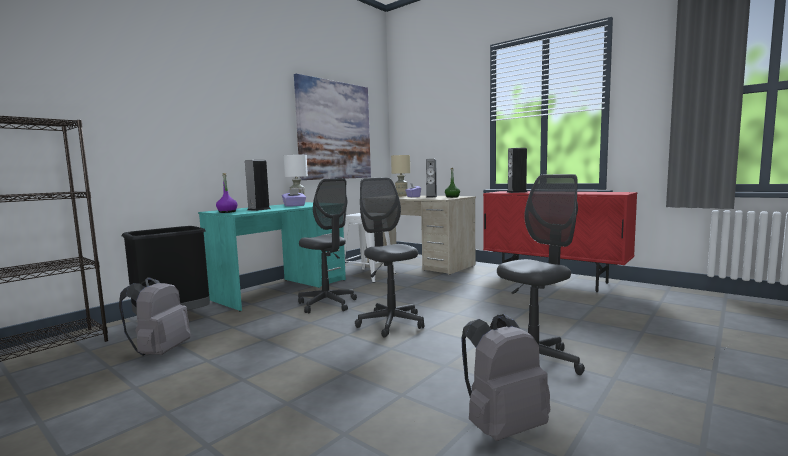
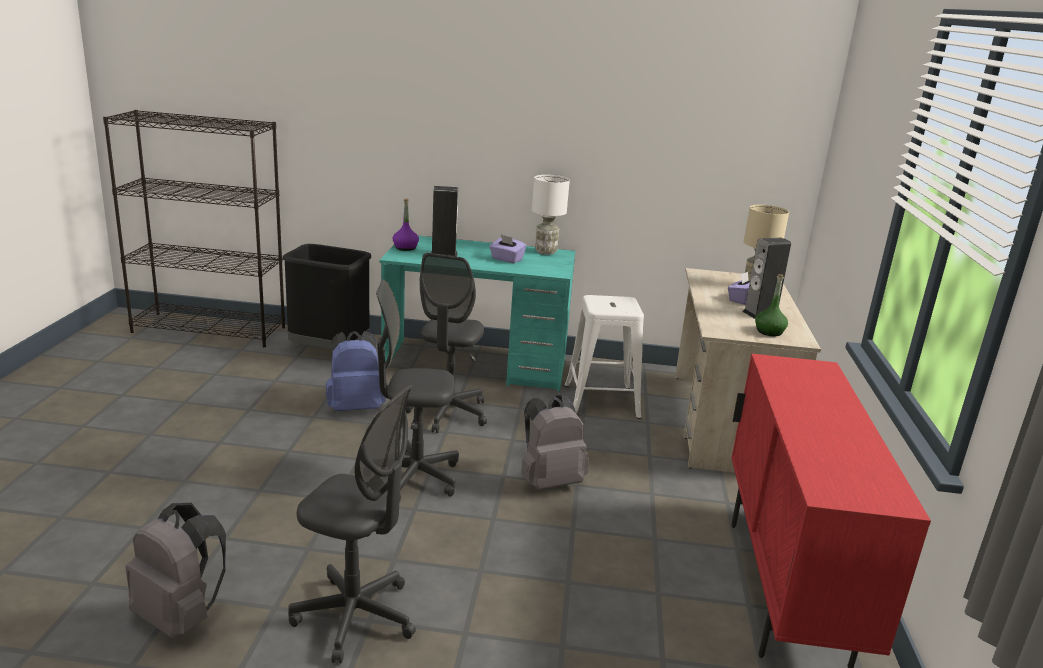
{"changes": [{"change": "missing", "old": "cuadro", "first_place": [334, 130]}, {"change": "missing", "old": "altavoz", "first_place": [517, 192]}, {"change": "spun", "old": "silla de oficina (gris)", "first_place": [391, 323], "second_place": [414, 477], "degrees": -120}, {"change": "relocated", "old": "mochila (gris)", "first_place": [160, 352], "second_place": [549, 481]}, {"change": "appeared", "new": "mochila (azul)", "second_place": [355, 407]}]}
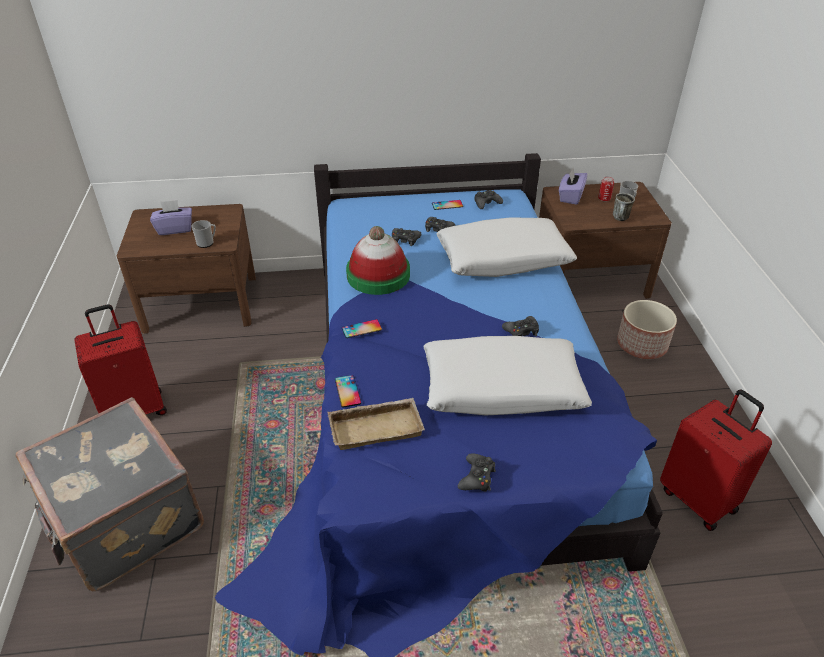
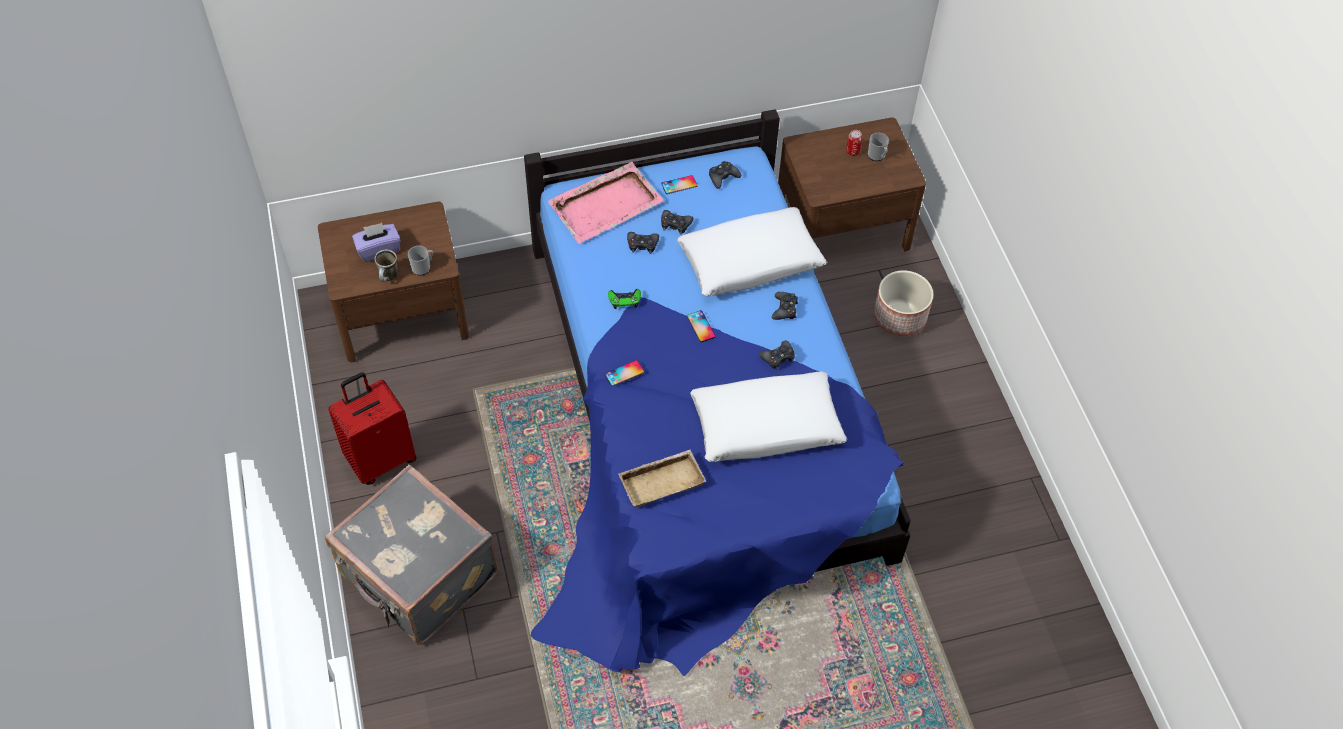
{"changes": [{"change": "missing", "old": "caja de pañuelos (morado)", "first_place": [570, 196]}, {"change": "relocated", "old": "taza grande", "first_place": [621, 219], "second_place": [389, 277]}, {"change": "exchanged", "old": "sombrero", "new": "mando de consola (verde)", "first_place": [378, 275], "second_place": [624, 300]}, {"change": "relocated", "old": "móvil", "first_place": [347, 391], "second_place": [701, 326]}, {"change": "missing", "old": "maleta (rojo)", "first_place": [699, 499]}, {"change": "relocated", "old": "mando de consola (negro)", "first_place": [477, 477], "second_place": [784, 309]}, {"change": "appeared", "new": "bandeja (rosa)", "second_place": [607, 204]}]}
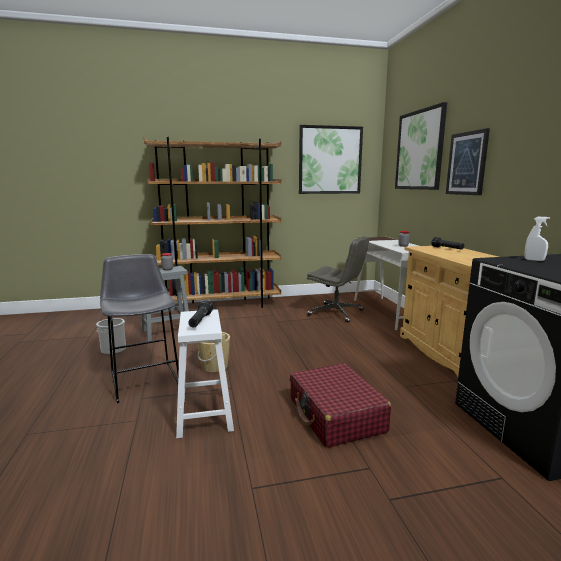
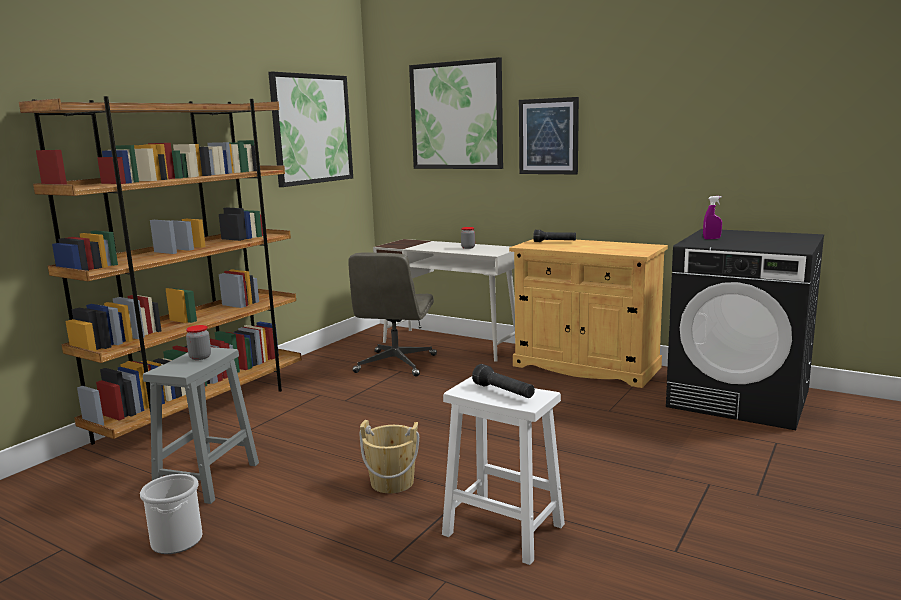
{"changes": [{"change": "colour", "old": "pulverizador (blanco)", "new": "pulverizador (morado)", "first_place": [534, 260], "second_place": [711, 238]}, {"change": "spun", "old": "silla de oficina (gris)", "first_place": [336, 313], "second_place": [396, 364], "degrees": 120}, {"change": "missing", "old": "taburete (gris)", "first_place": [145, 378]}, {"change": "missing", "old": "maleta (rojo)", "first_place": [336, 415]}]}
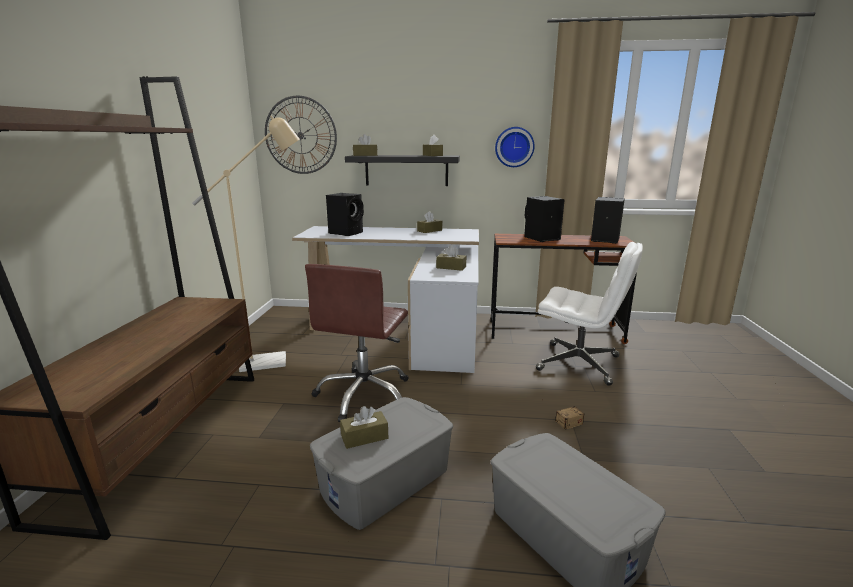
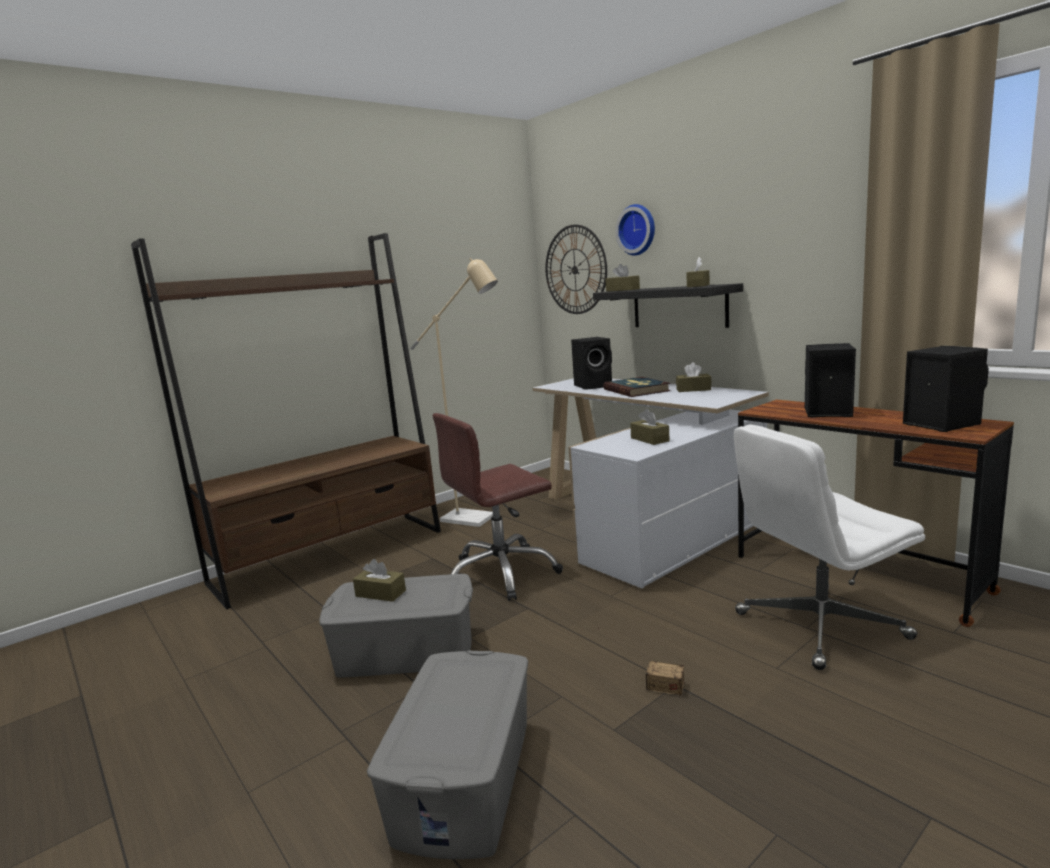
{"changes": [{"change": "relocated", "old": "reloj de pared", "first_place": [514, 147], "second_place": [638, 230]}, {"change": "spun", "old": "silla de oficina (blanco)", "first_place": [579, 363], "second_place": [819, 626], "degrees": 90}, {"change": "appeared", "new": "libro", "second_place": [636, 390]}]}
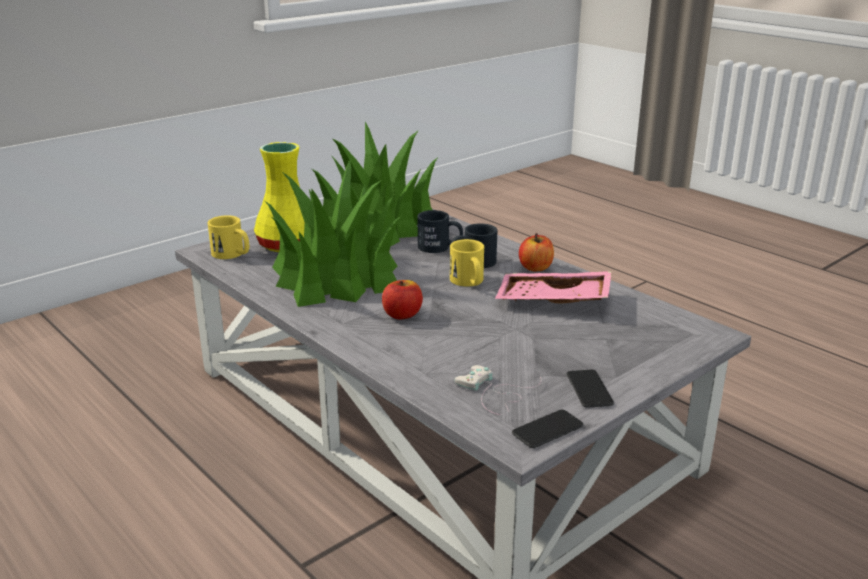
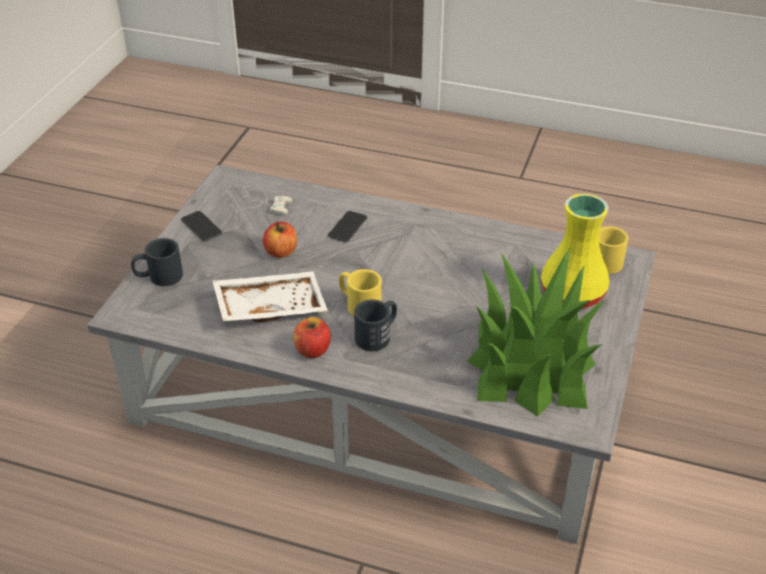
{"changes": [{"change": "missing", "old": "planta en maceta", "first_place": [337, 277]}, {"change": "relocated", "old": "taza grande (negro)", "first_place": [440, 247], "second_place": [158, 277]}, {"change": "colour", "old": "bandeja (rosa)", "new": "bandeja (blanco)", "first_place": [552, 301], "second_place": [270, 306]}, {"change": "relocated", "old": "manzana", "first_place": [402, 315], "second_place": [281, 252]}, {"change": "relocated", "old": "móvil", "first_place": [547, 430], "second_place": [347, 227]}]}
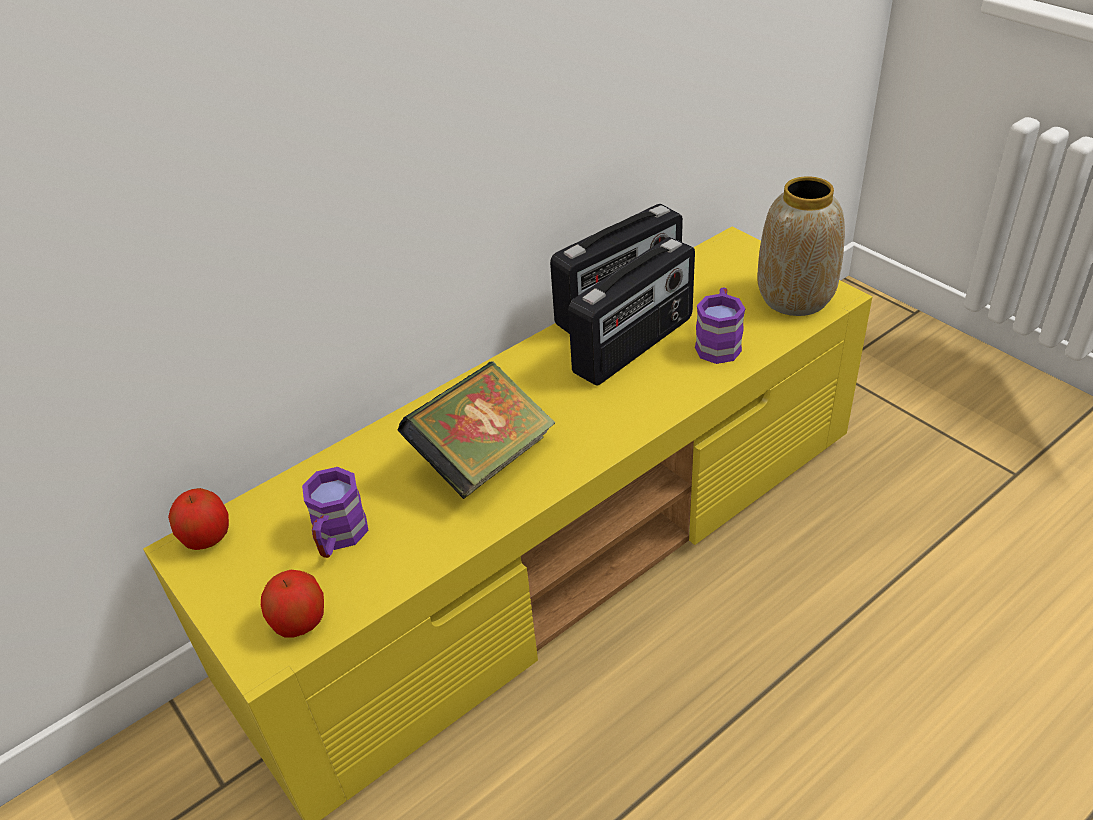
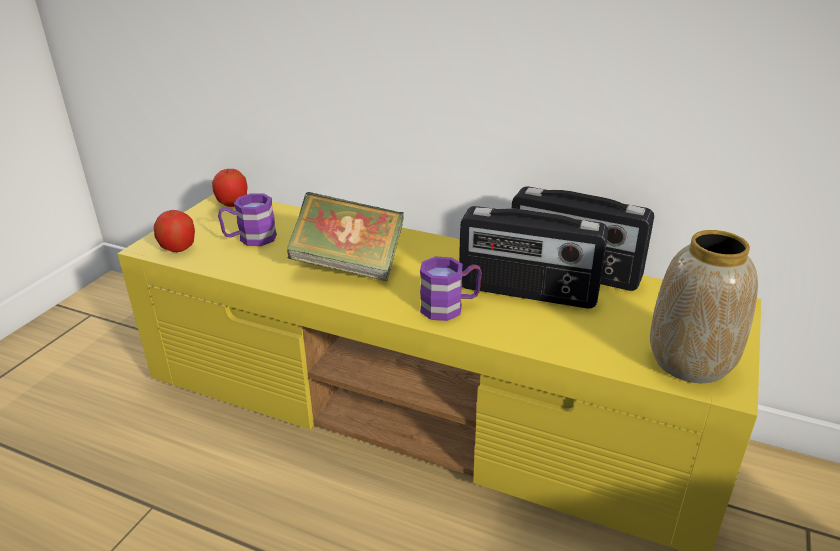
{"changes": [{"change": "relocated", "old": "taza grande (morado)", "first_place": [719, 342], "second_place": [450, 307]}]}
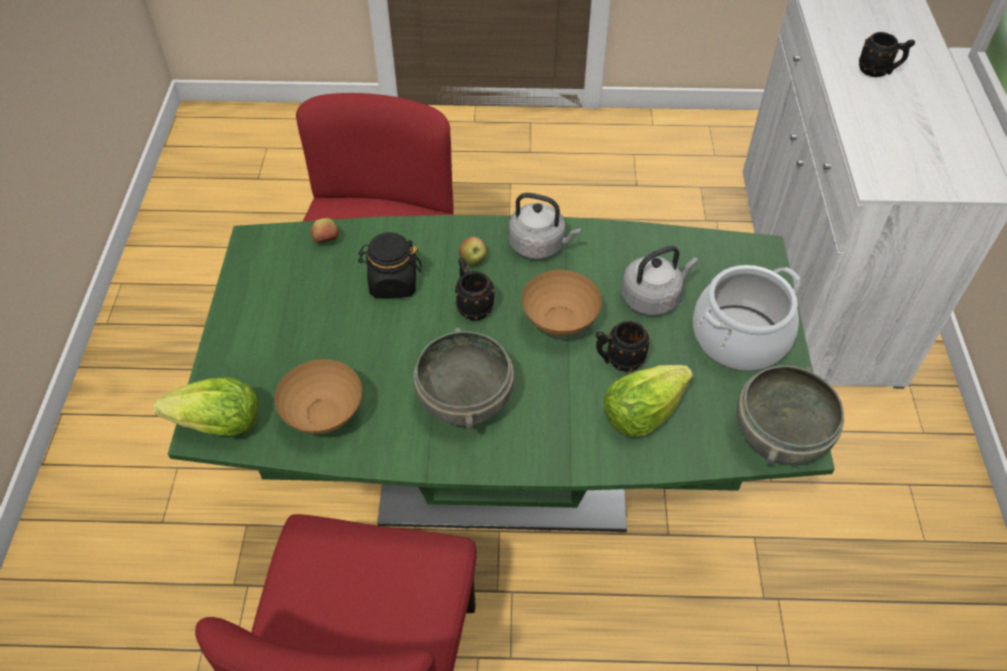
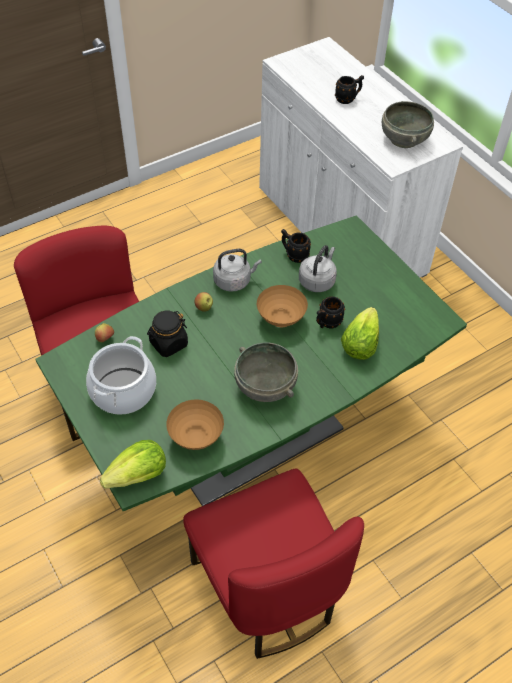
{"changes": [{"change": "relocated", "old": "taza grande (negro)", "first_place": [472, 305], "second_place": [294, 255]}, {"change": "relocated", "old": "olla", "first_place": [739, 337], "second_place": [123, 391]}, {"change": "relocated", "old": "cuenco (gris)", "first_place": [778, 435], "second_place": [403, 139]}]}
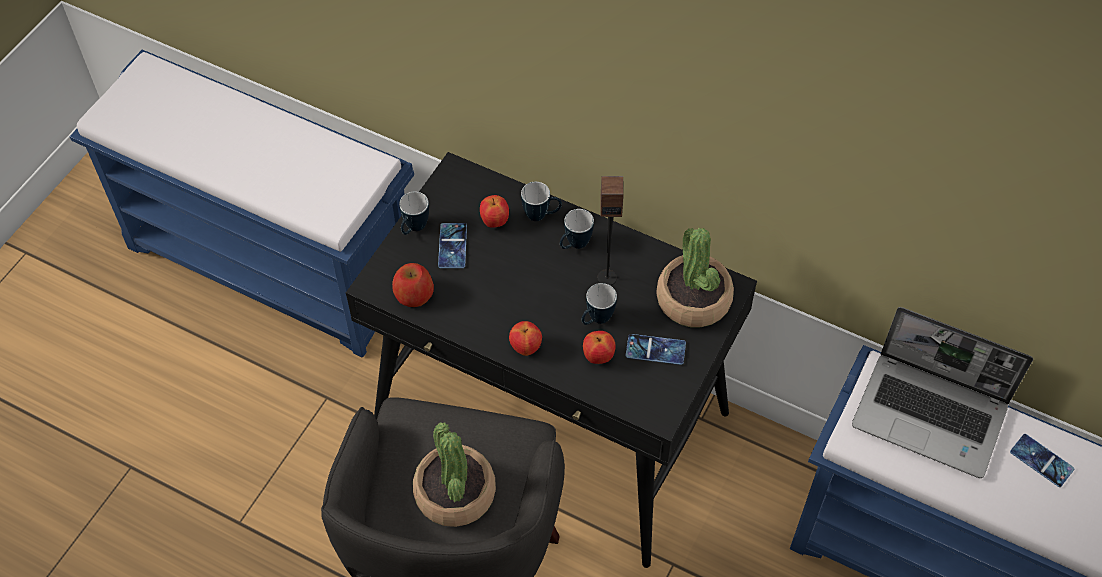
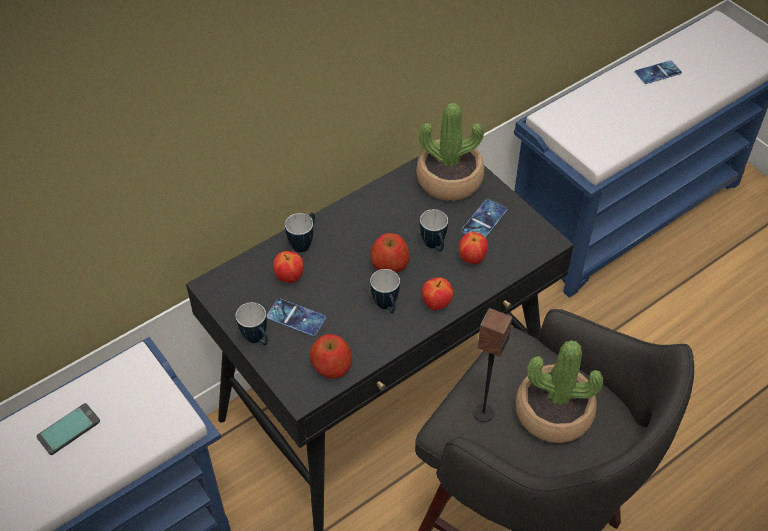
{"changes": [{"change": "relocated", "old": "altavoz", "first_place": [607, 277], "second_place": [483, 412]}, {"change": "relocated", "old": "taza grande", "first_place": [574, 245], "second_place": [387, 307]}, {"change": "missing", "old": "portátil", "first_place": [932, 415]}, {"change": "appeared", "new": "manzana", "second_place": [389, 264]}, {"change": "appeared", "new": "móvil", "second_place": [68, 429]}]}
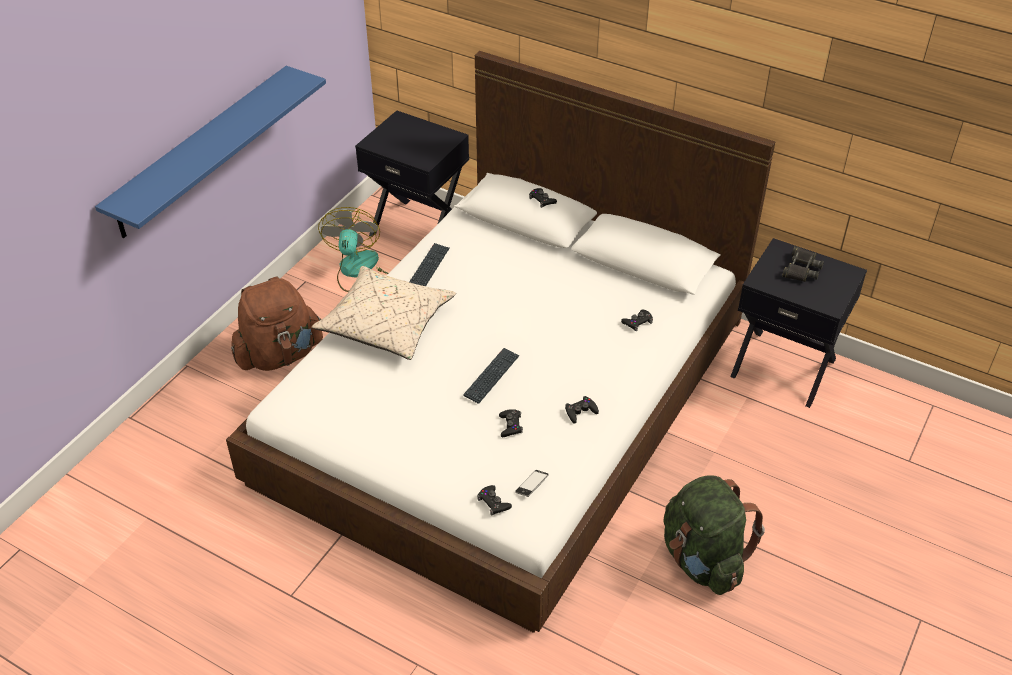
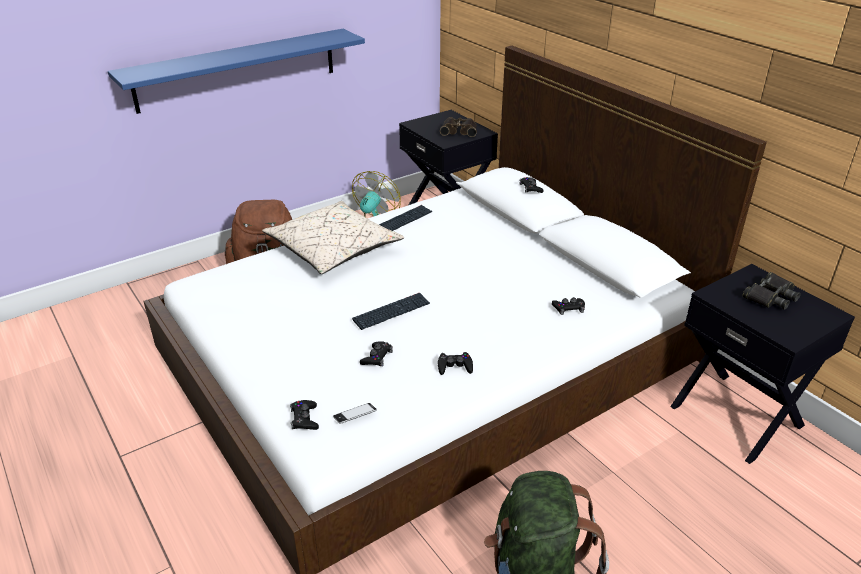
{"changes": [{"change": "appeared", "new": "prismáticos", "second_place": [459, 131]}]}
